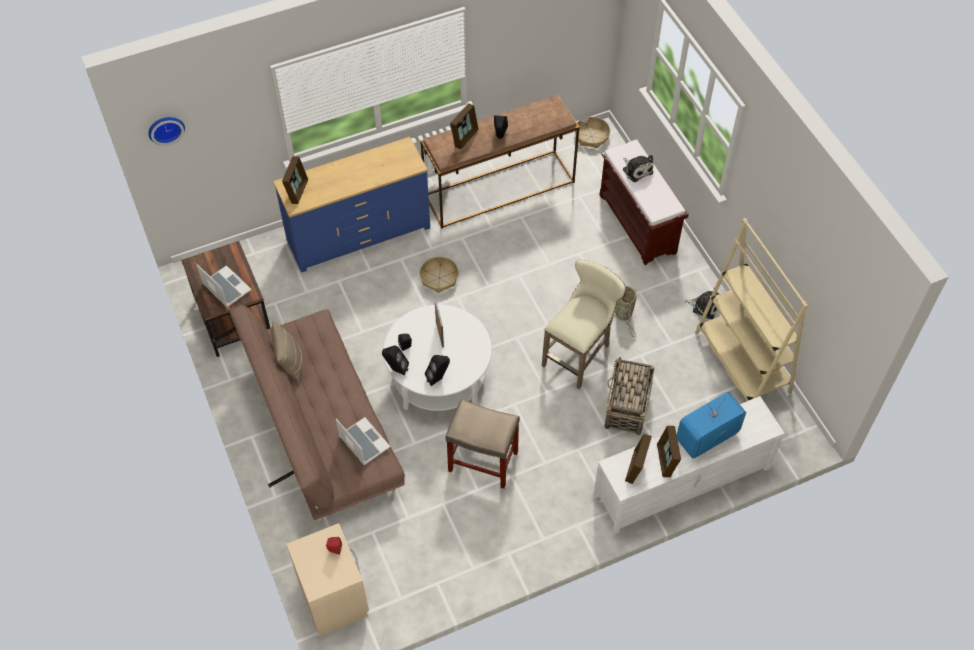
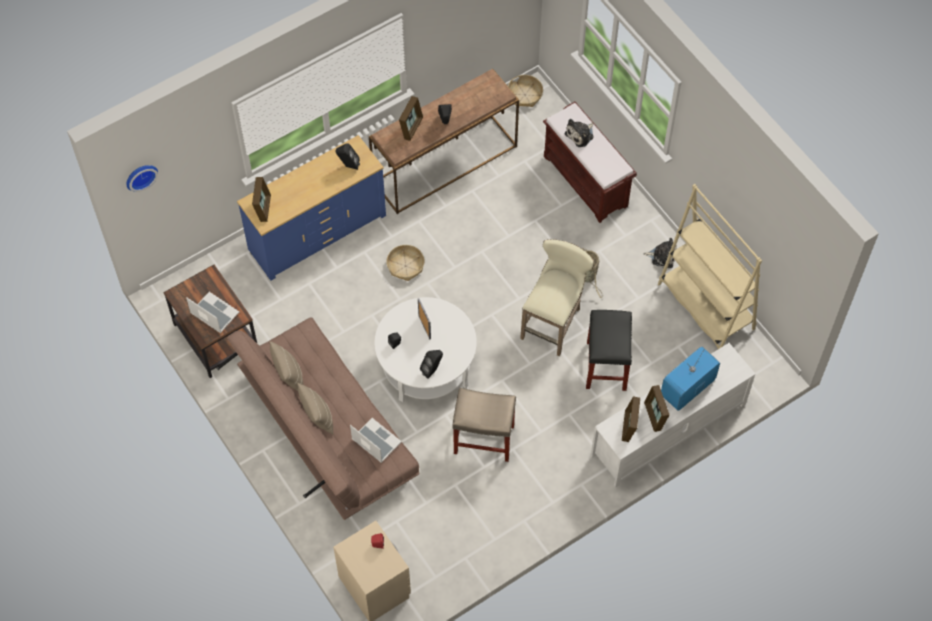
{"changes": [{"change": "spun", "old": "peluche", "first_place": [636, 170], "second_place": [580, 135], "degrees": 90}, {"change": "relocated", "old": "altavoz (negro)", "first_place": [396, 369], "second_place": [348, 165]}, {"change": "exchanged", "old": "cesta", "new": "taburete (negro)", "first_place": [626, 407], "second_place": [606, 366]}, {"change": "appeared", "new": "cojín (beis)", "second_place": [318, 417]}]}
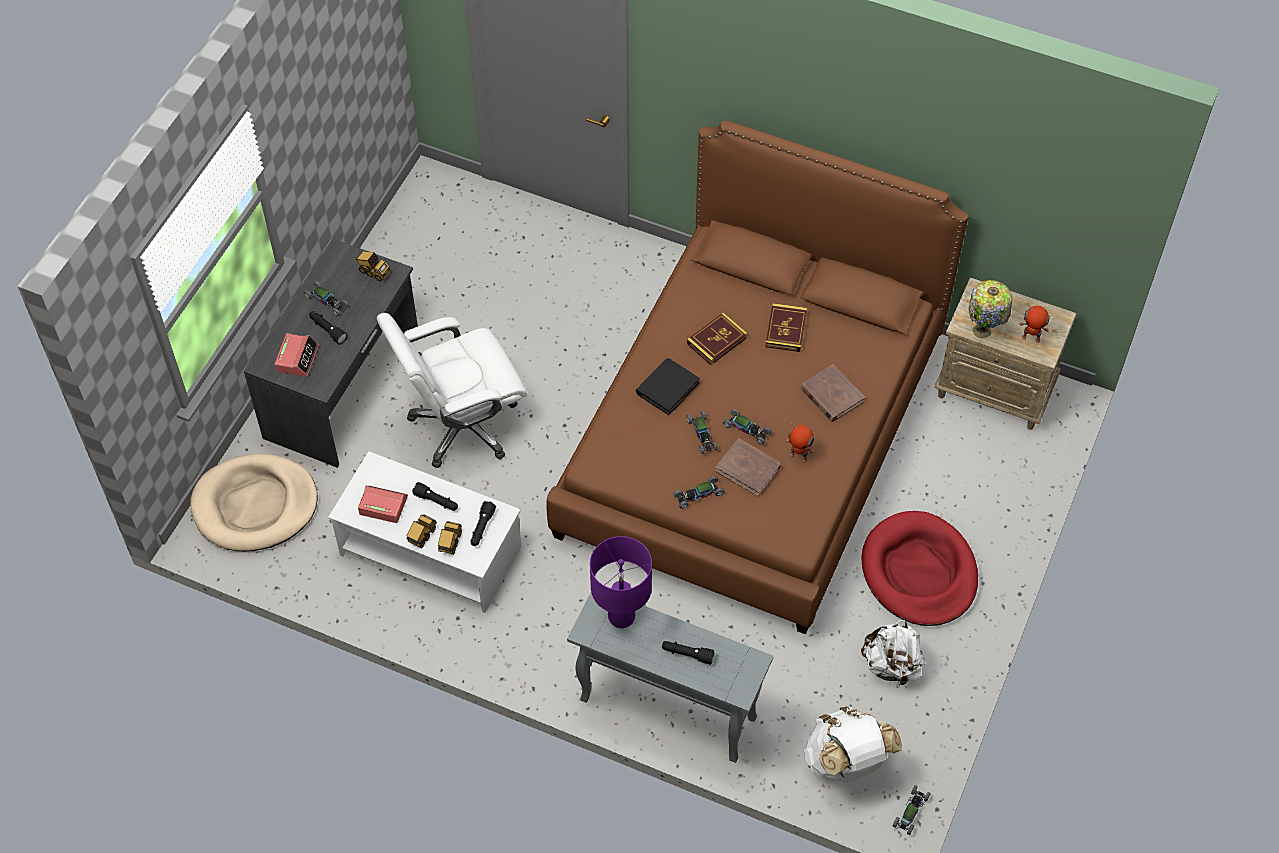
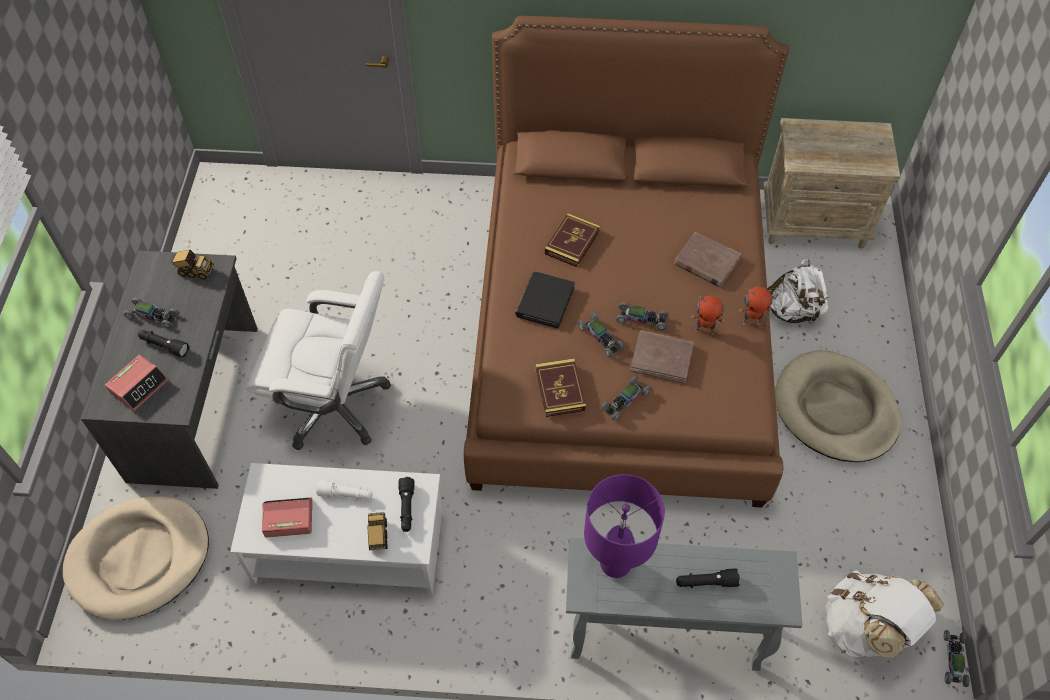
{"changes": [{"change": "missing", "old": "lámpara de mesa", "first_place": [983, 331]}, {"change": "relocated", "old": "libro", "first_place": [786, 330], "second_place": [560, 389]}, {"change": "relocated", "old": "robot de juguete", "first_place": [1031, 337], "second_place": [751, 321]}, {"change": "spun", "old": "silla de oficina (blanco)", "first_place": [462, 426], "second_place": [334, 404], "degrees": -120}, {"change": "spun", "old": "despertador", "first_place": [297, 358], "second_place": [139, 386], "degrees": 45}, {"change": "colour", "old": "linterna (negro)", "new": "linterna (blanco)", "first_place": [436, 501], "second_place": [346, 494]}, {"change": "colour", "old": "cama para perro (rojo)", "new": "cama para perro (beis)", "first_place": [919, 572], "second_place": [835, 410]}, {"change": "missing", "old": "camión de juguete", "first_place": [421, 536]}, {"change": "relocated", "old": "mochila (blanco)", "first_place": [892, 665], "second_place": [792, 311]}]}
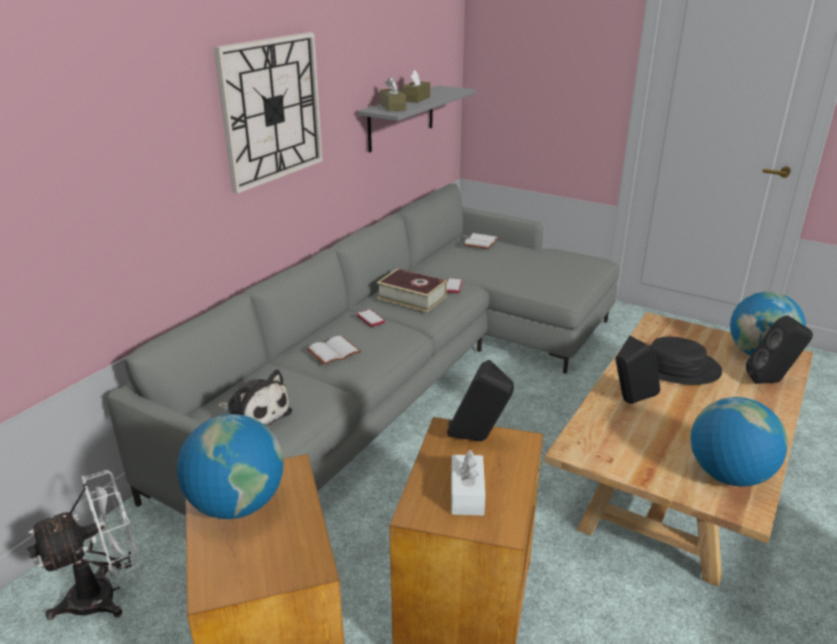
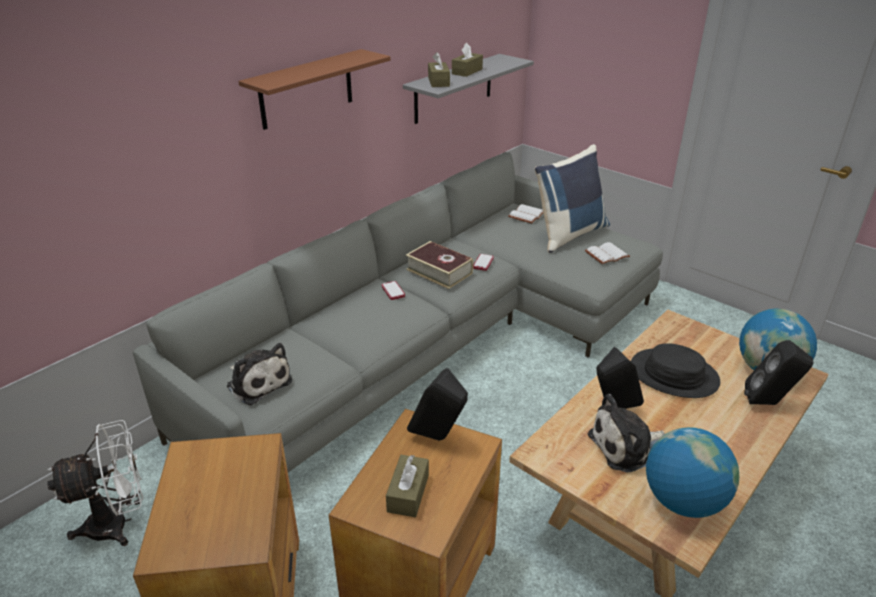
{"changes": [{"change": "exchanged", "old": "reloj de pared", "new": "estante (marrón)", "first_place": [272, 110], "second_place": [306, 89]}, {"change": "relocated", "old": "libro (blanco)", "first_place": [334, 351], "second_place": [606, 254]}, {"change": "missing", "old": "globo terráqueo", "first_place": [237, 504]}, {"change": "colour", "old": "caja de pañuelos (blanco)", "new": "caja de pañuelos (marrón)", "first_place": [467, 494], "second_place": [408, 493]}, {"change": "appeared", "new": "cojín (azul)", "second_place": [569, 234]}, {"change": "appeared", "new": "peluche", "second_place": [626, 447]}]}
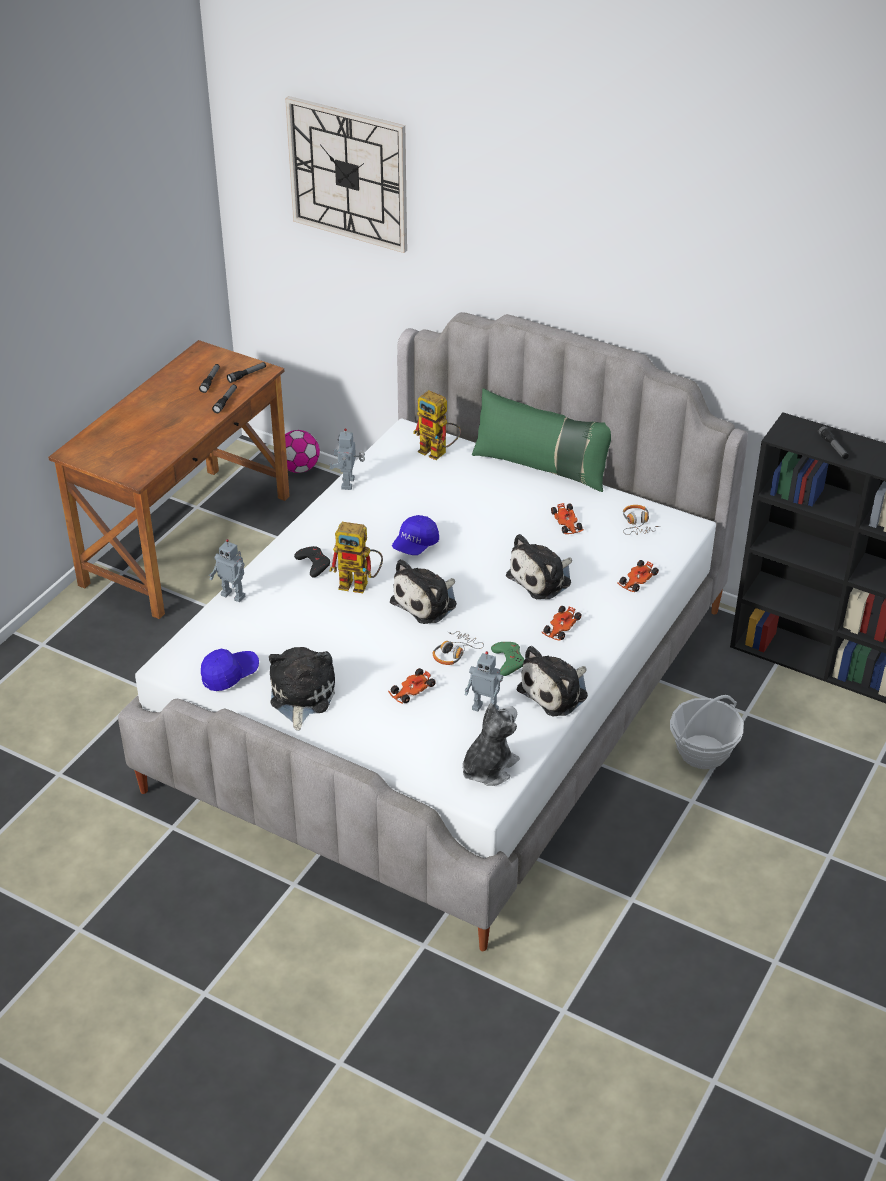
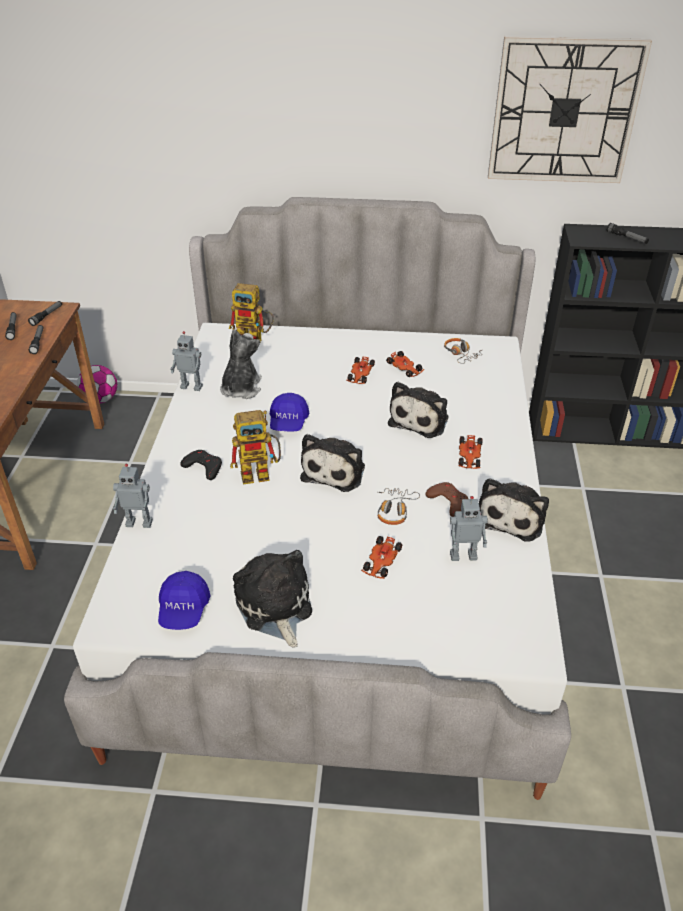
{"changes": [{"change": "relocated", "old": "reloj de pared", "first_place": [348, 174], "second_place": [564, 111]}, {"change": "missing", "old": "cojín (verde)", "first_place": [542, 467]}, {"change": "spun", "old": "robot de juguete", "first_place": [349, 484], "second_place": [192, 386], "degrees": -60}, {"change": "relocated", "old": "coche de juguete", "first_place": [637, 581], "second_place": [360, 375]}, {"change": "colour", "old": "mando de consola (verde)", "new": "mando de consola (marrón)", "first_place": [508, 661], "second_place": [448, 502]}, {"change": "spun", "old": "gorra (azul)", "first_place": [230, 675], "second_place": [184, 610], "degrees": 150}, {"change": "missing", "old": "cesta", "first_place": [703, 752]}, {"change": "relocated", "old": "peluche", "first_place": [488, 767], "second_place": [241, 388]}]}
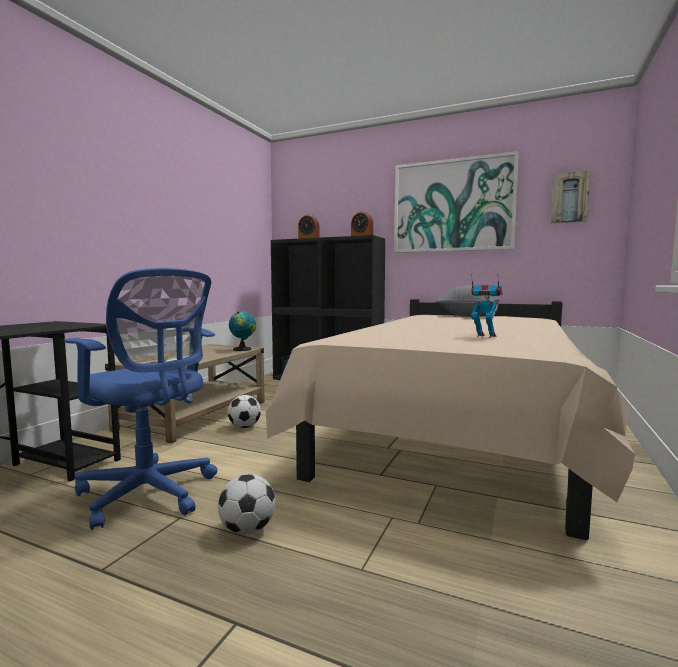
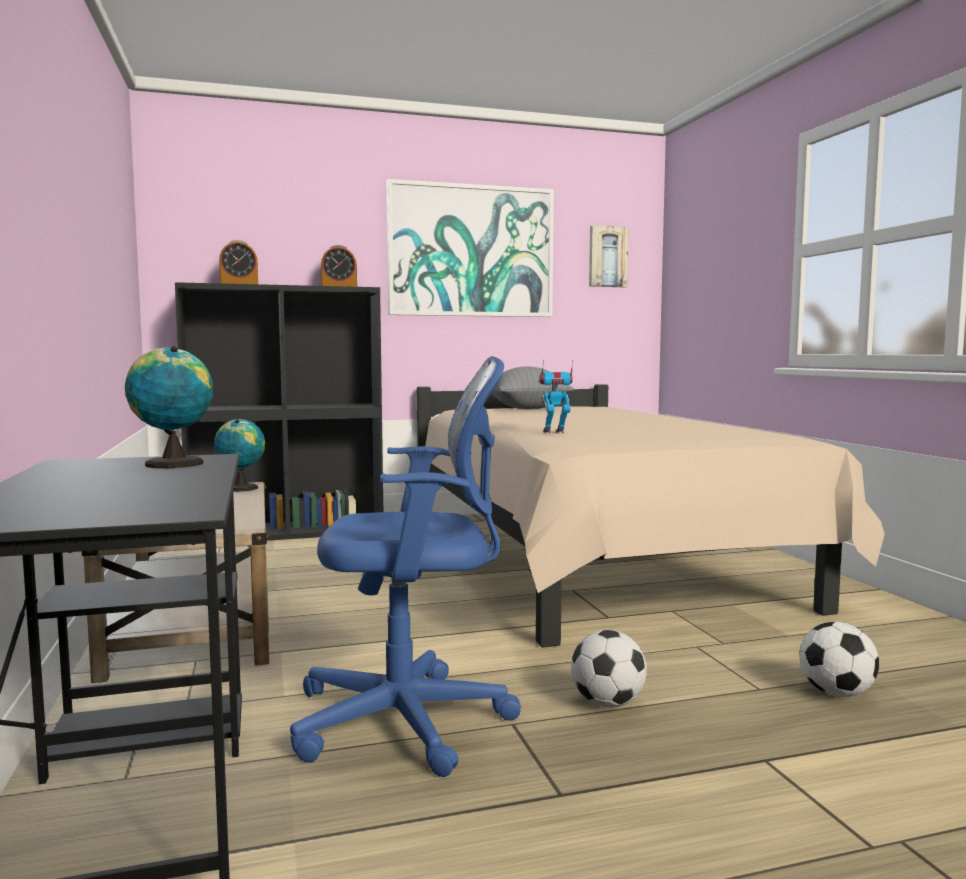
{"changes": [{"change": "relocated", "old": "robot de juguete", "first_place": [485, 336], "second_place": [554, 432]}, {"change": "relocated", "old": "balón de fútbol", "first_place": [244, 427], "second_place": [836, 693]}, {"change": "appeared", "new": "globo terráqueo", "second_place": [172, 463]}]}
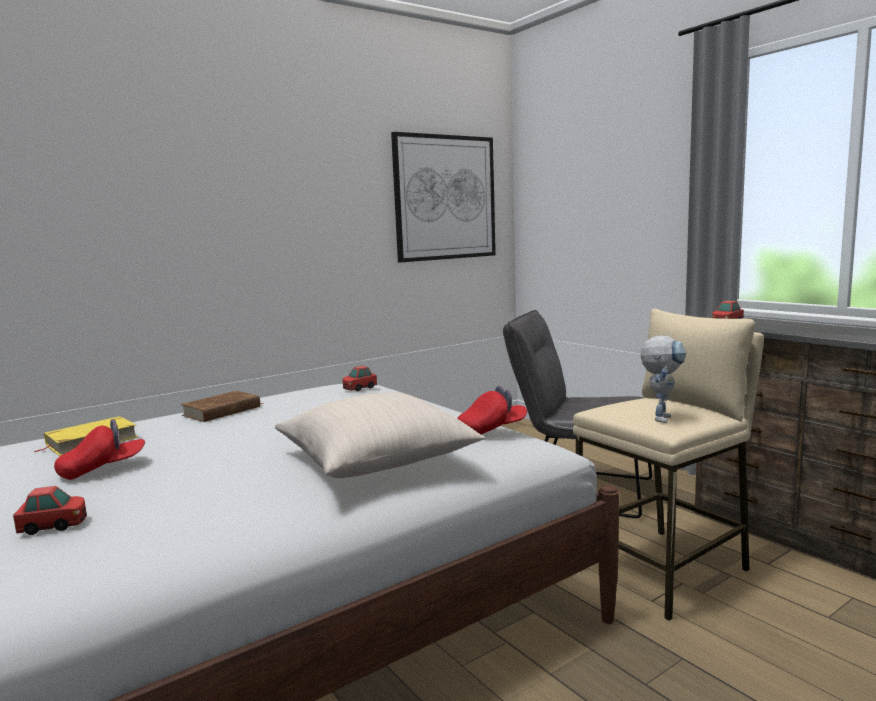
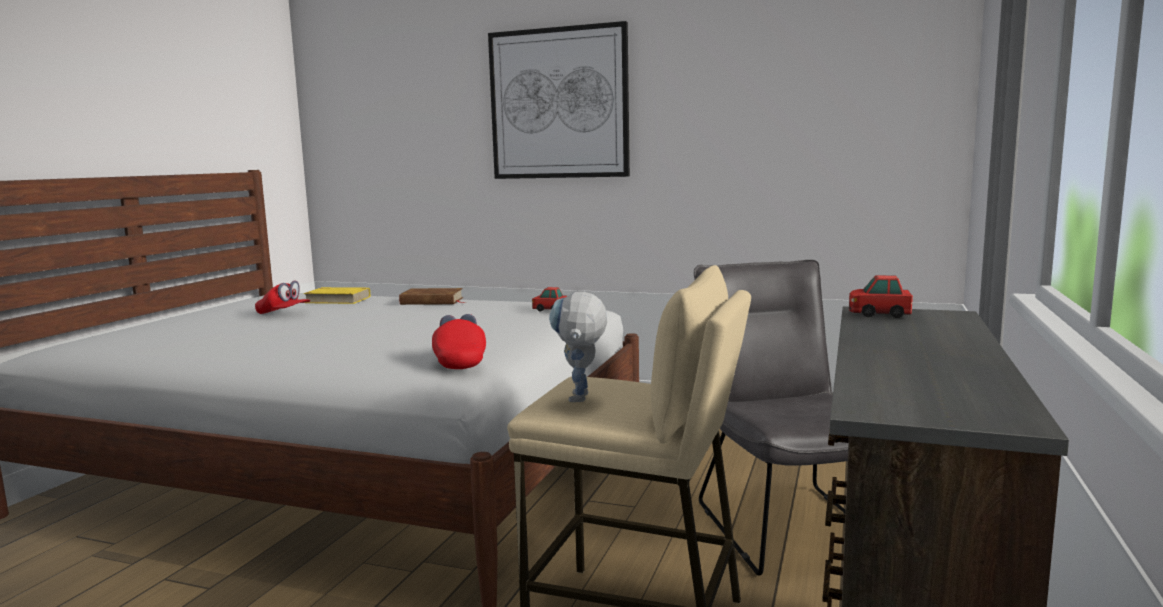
{"changes": [{"change": "relocated", "old": "cuadro", "first_place": [445, 198], "second_place": [559, 104]}, {"change": "spun", "old": "robot de juguete", "first_place": [661, 416], "second_place": [580, 400], "degrees": 105}, {"change": "spun", "old": "gorra (rojo)", "first_place": [492, 430], "second_place": [460, 361], "degrees": -135}, {"change": "missing", "old": "cojín (beis)", "first_place": [376, 461]}, {"change": "missing", "old": "coche de juguete", "first_place": [54, 526]}]}
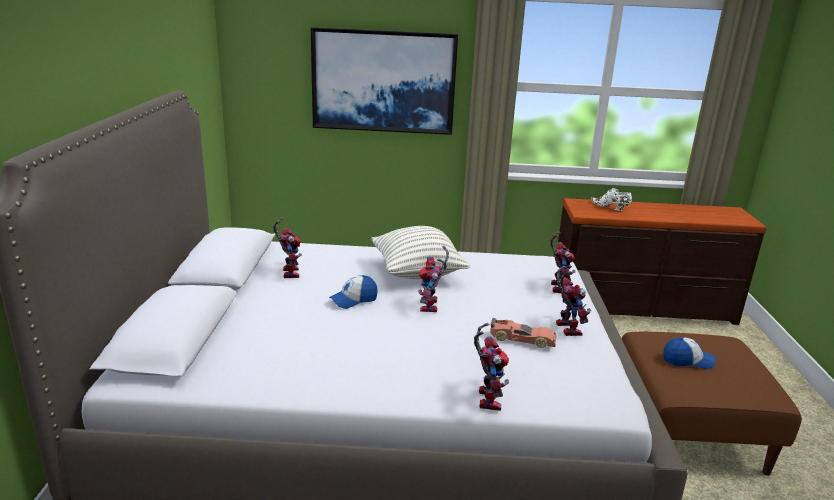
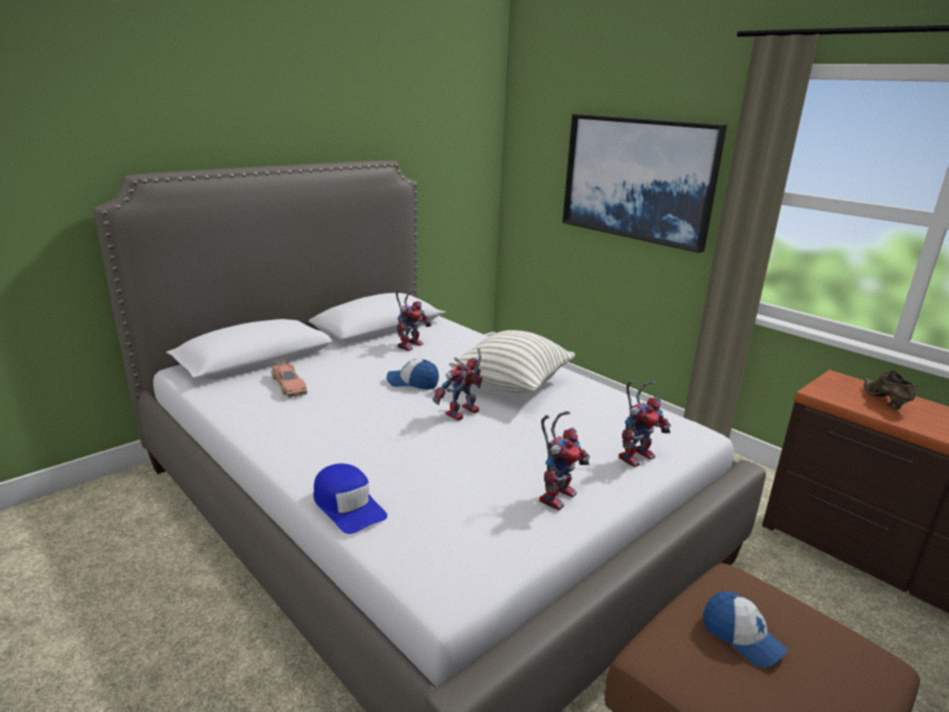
{"changes": [{"change": "colour", "old": "zapato (blanco)", "new": "zapato (marrón)", "first_place": [610, 208], "second_place": [884, 401]}, {"change": "relocated", "old": "coche de juguete", "first_place": [522, 339], "second_place": [289, 385]}, {"change": "exchanged", "old": "robot de juguete", "new": "gorra (azul)", "first_place": [486, 397], "second_place": [348, 505]}]}
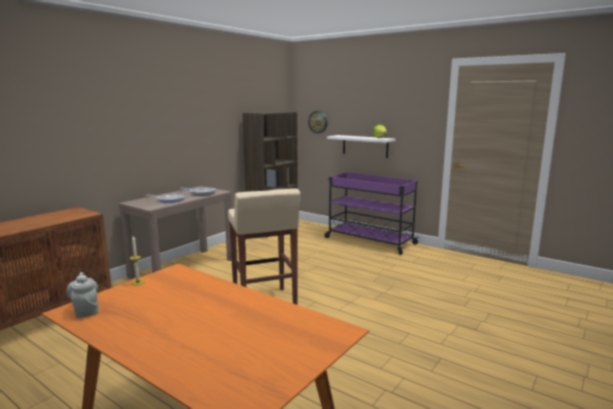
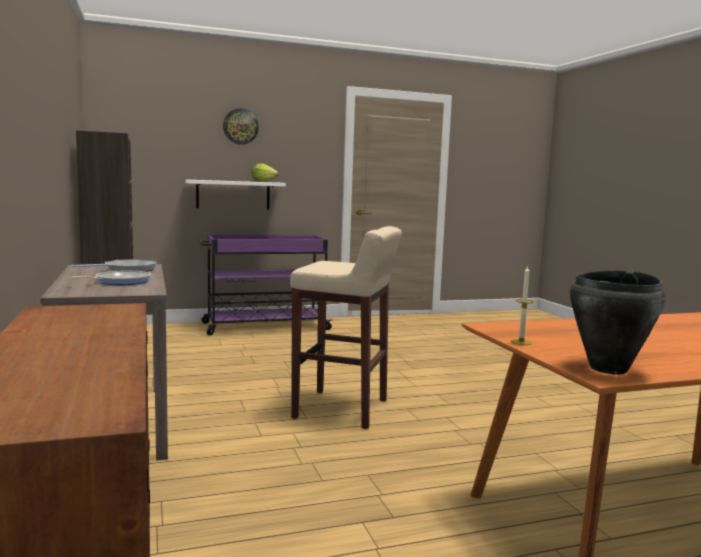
{"changes": [{"change": "relocated", "old": "reloj de pared", "first_place": [318, 122], "second_place": [240, 126]}, {"change": "exchanged", "old": "tetera (gris)", "new": "olla (negro)", "first_place": [86, 311], "second_place": [609, 369]}]}
